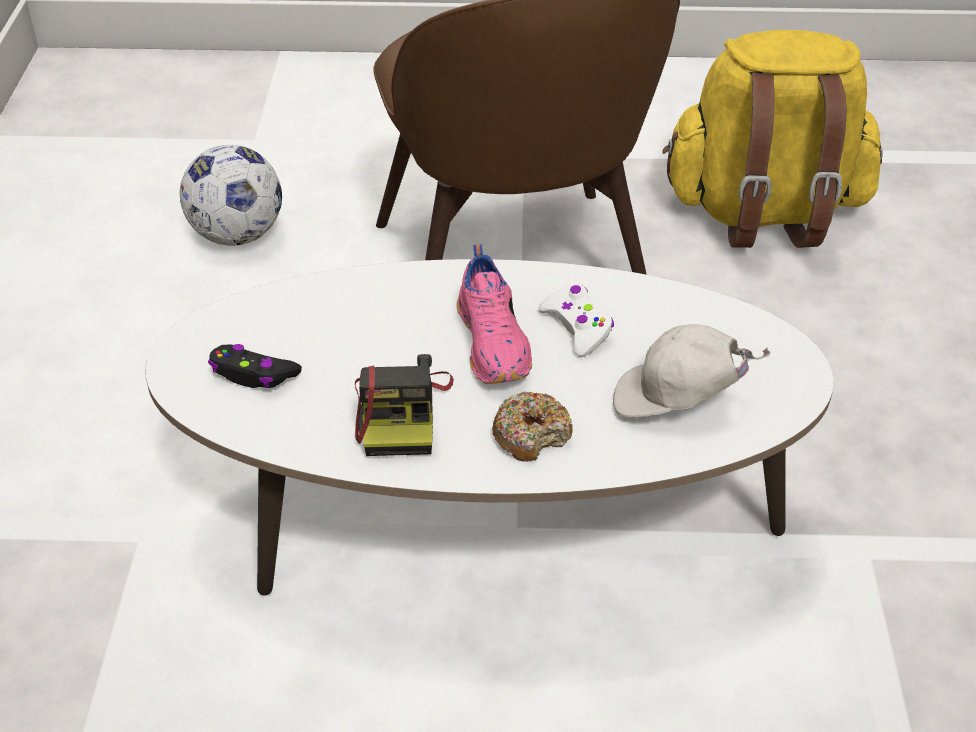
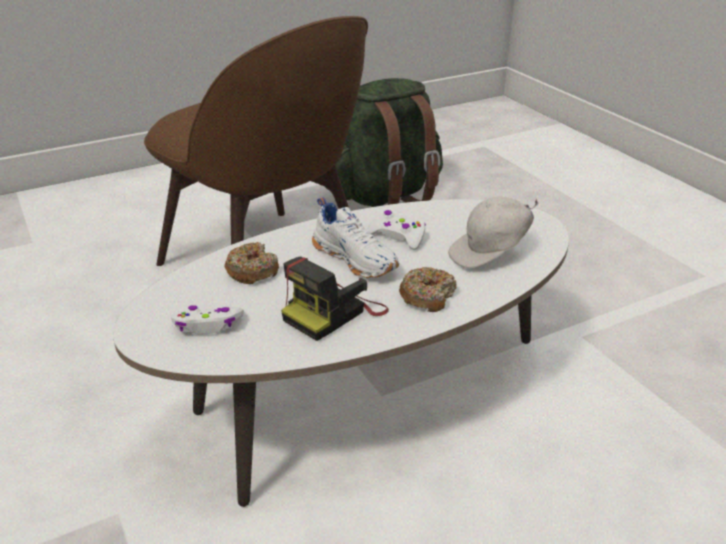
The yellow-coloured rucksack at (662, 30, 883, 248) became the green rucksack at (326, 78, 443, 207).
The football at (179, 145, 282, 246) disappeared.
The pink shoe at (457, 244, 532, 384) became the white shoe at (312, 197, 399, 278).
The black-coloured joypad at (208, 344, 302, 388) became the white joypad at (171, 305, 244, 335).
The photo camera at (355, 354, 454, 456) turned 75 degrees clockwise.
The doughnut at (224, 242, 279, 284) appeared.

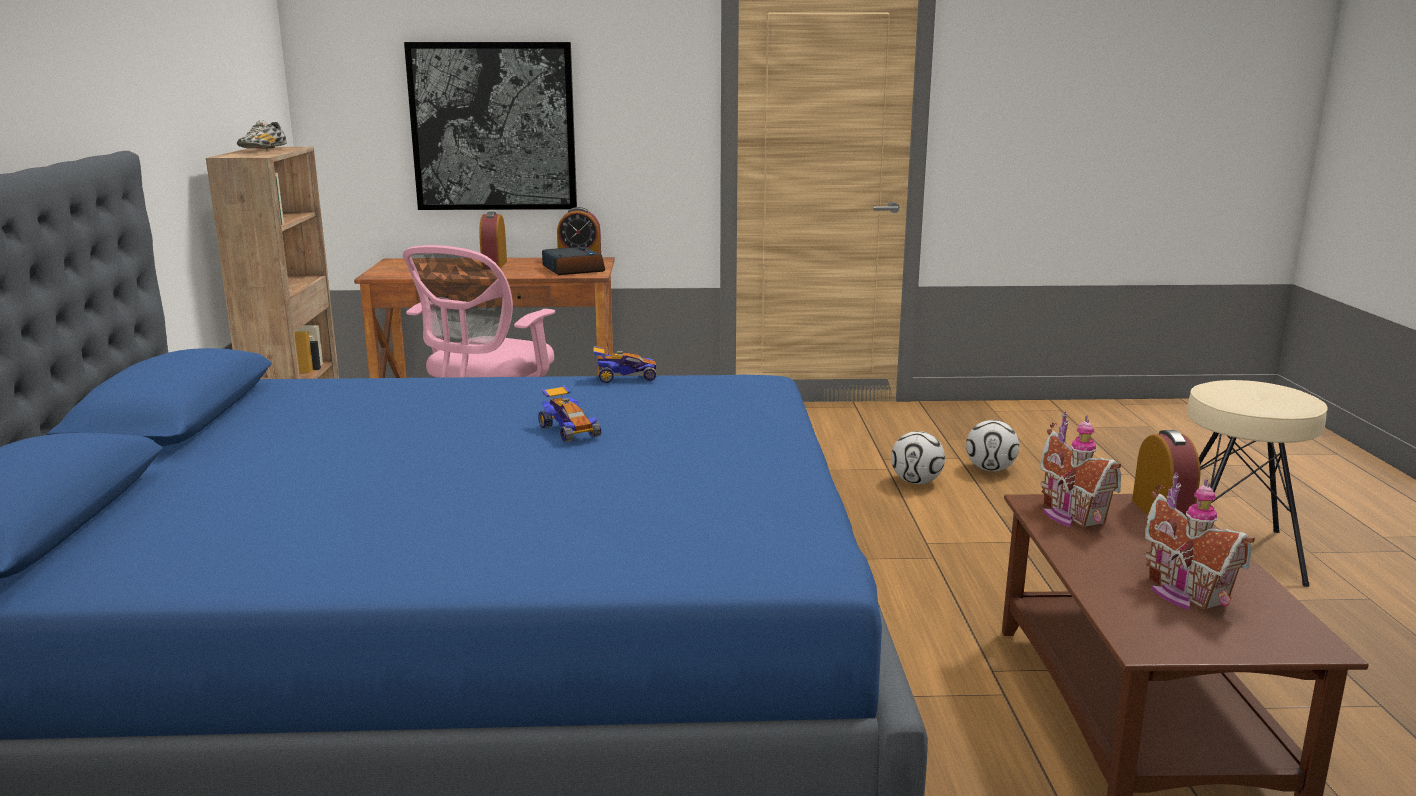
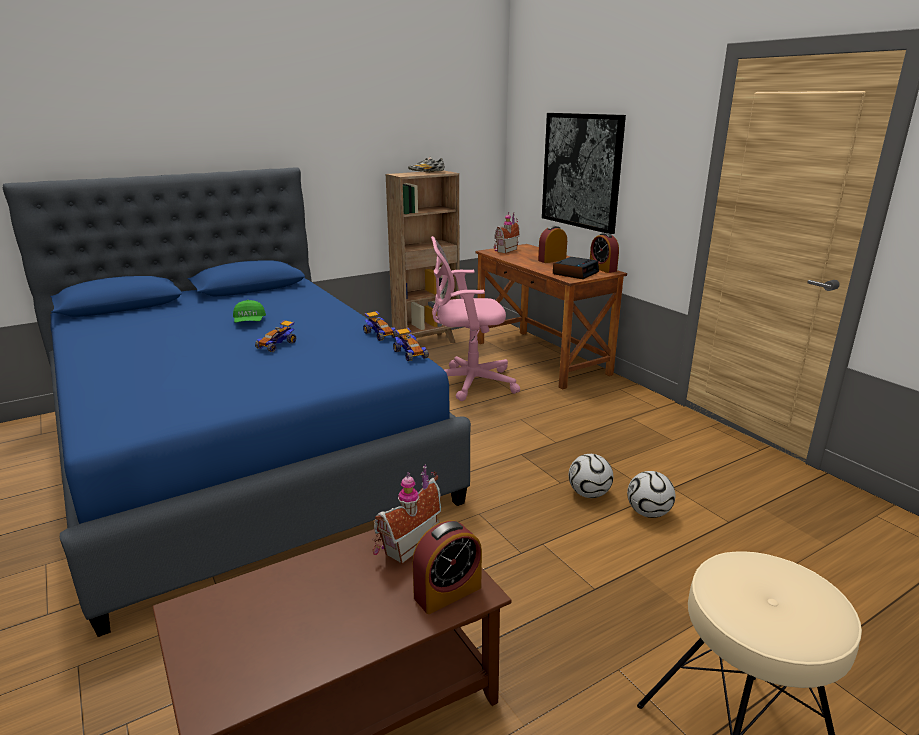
The football moved from (966, 420, 1019, 471) to (569, 454, 613, 498).
The miniature house moved from (1145, 472, 1255, 610) to (494, 212, 520, 254).
The green peaked cap at (233, 300, 266, 323) appeared.
The model car at (393, 328, 429, 361) appeared.

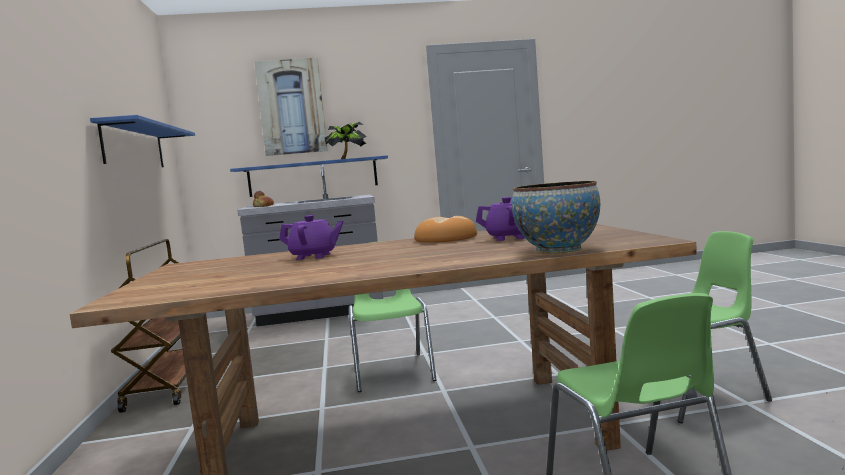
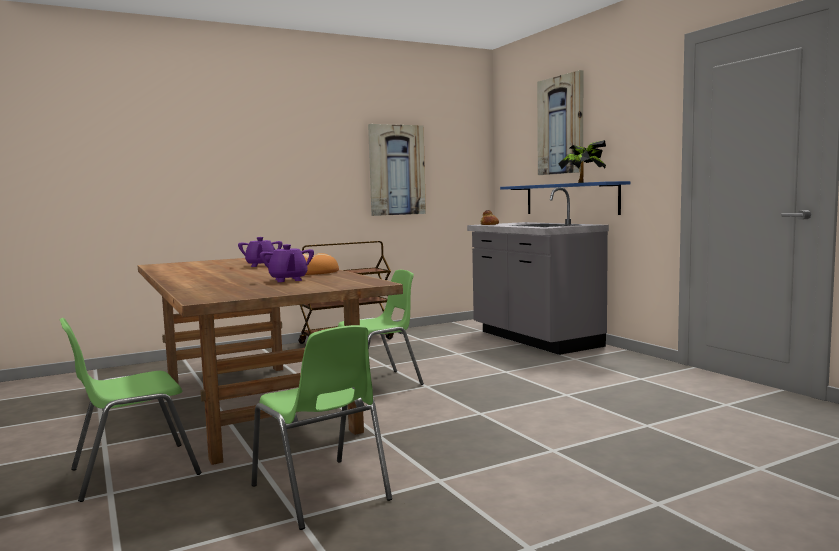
The bluish wall shelf at (90, 115, 195, 167) was replaced by the wall picture at (368, 124, 426, 216).
The deep dish at (512, 181, 600, 254) disappeared.

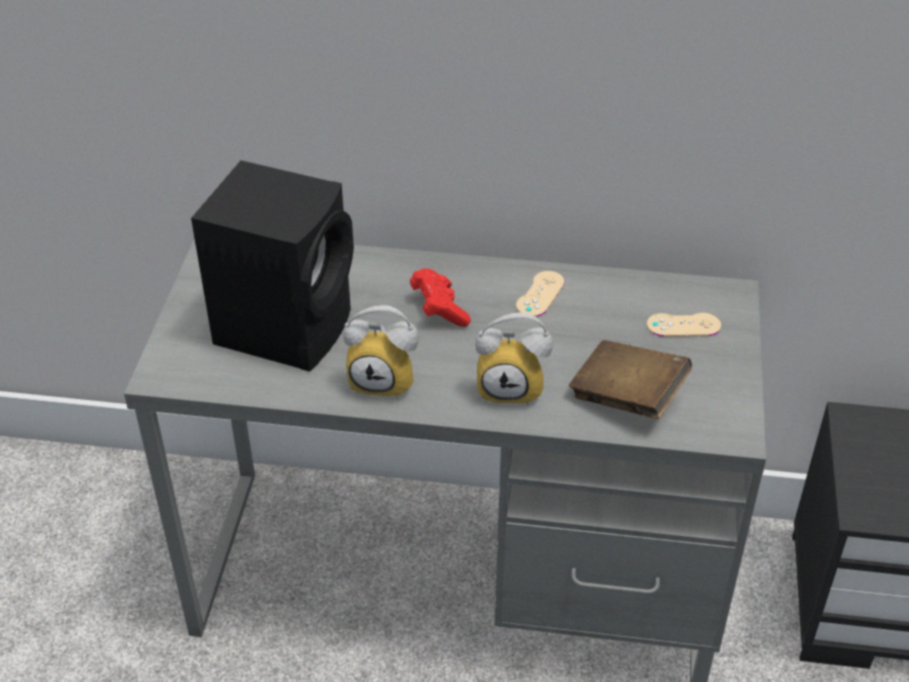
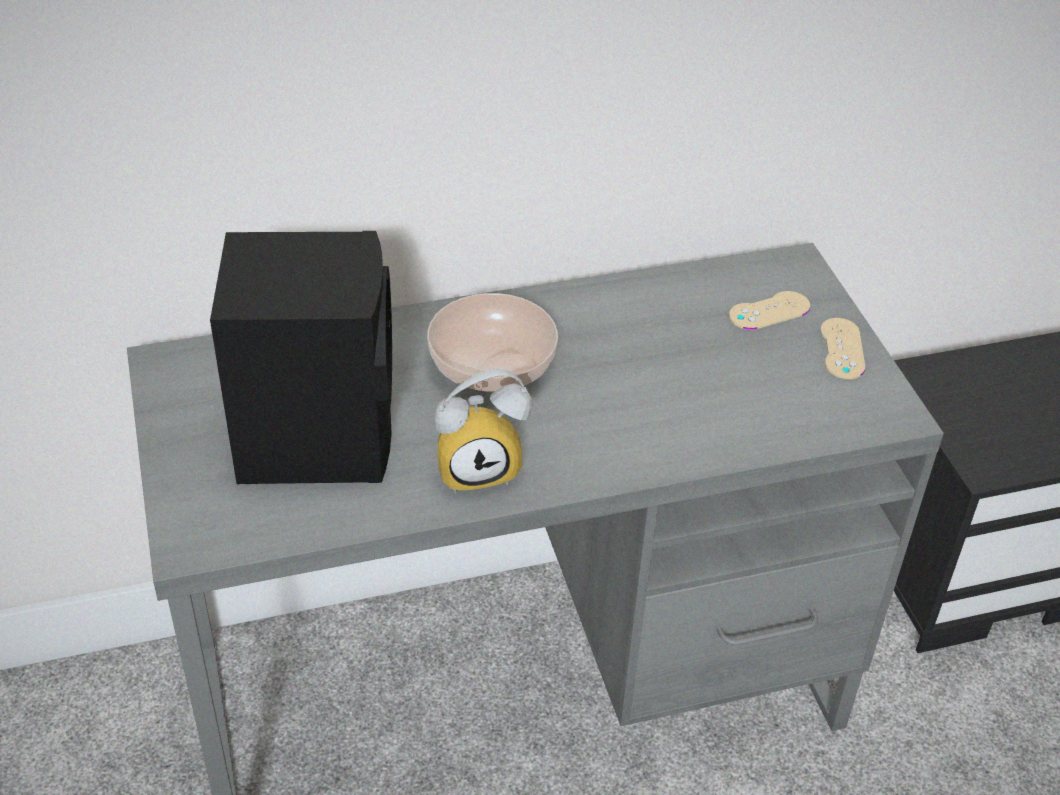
The red joypad at (410, 269, 471, 327) was replaced by the deep dish at (427, 293, 558, 392).
The beige-coloured joypad moved from (516, 271, 565, 317) to (820, 318, 865, 379).
The bedside clock at (475, 313, 553, 406) disappeared.
The brown-coloured volume at (569, 340, 692, 419) disappeared.

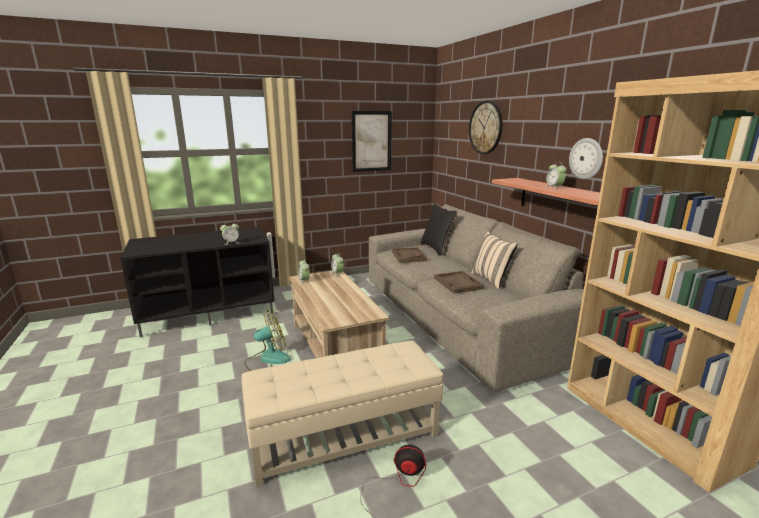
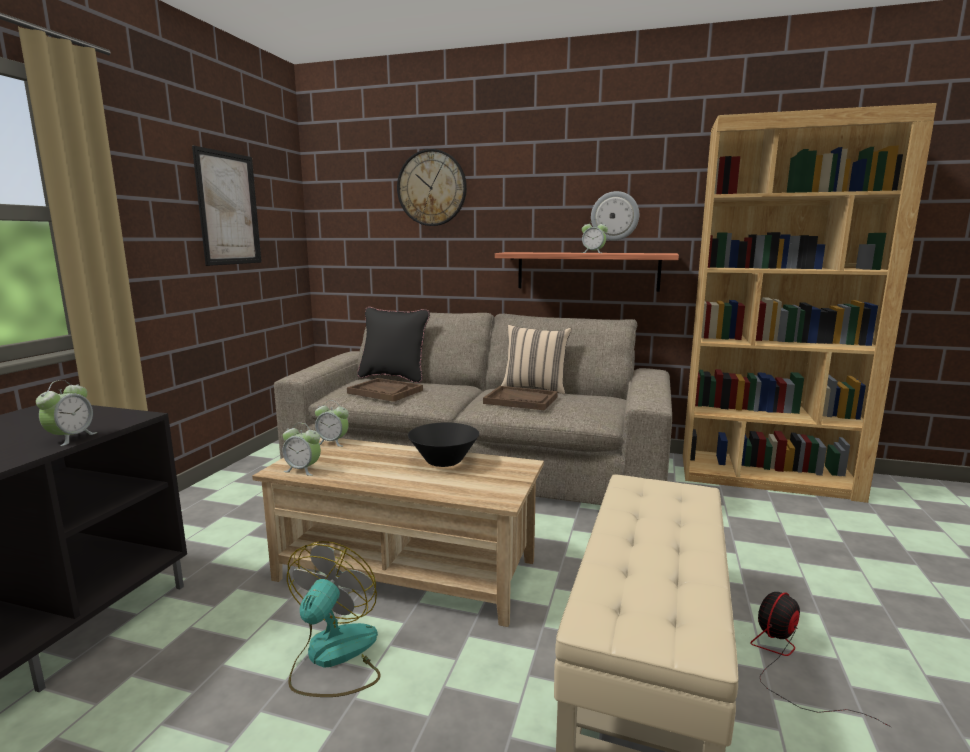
The black-coloured deep dish at (408, 422, 479, 467) appeared.

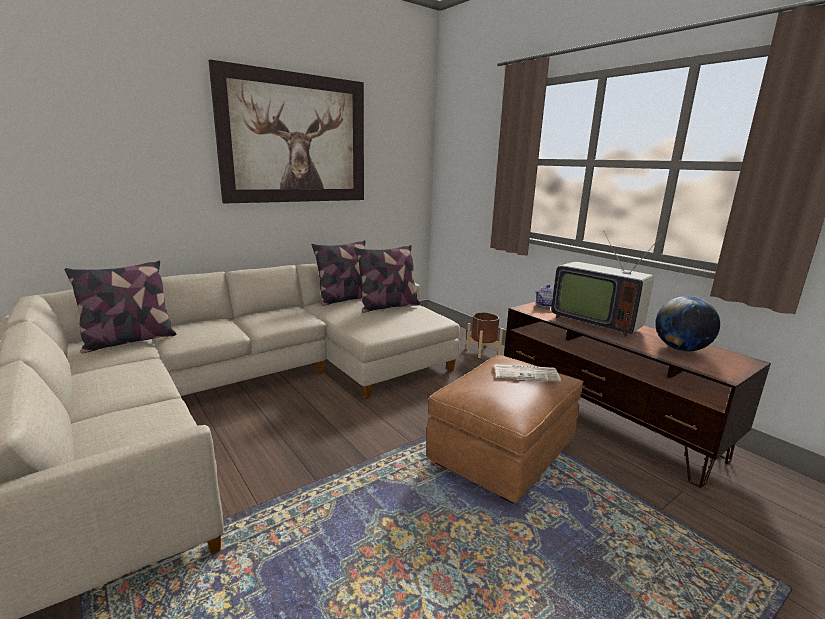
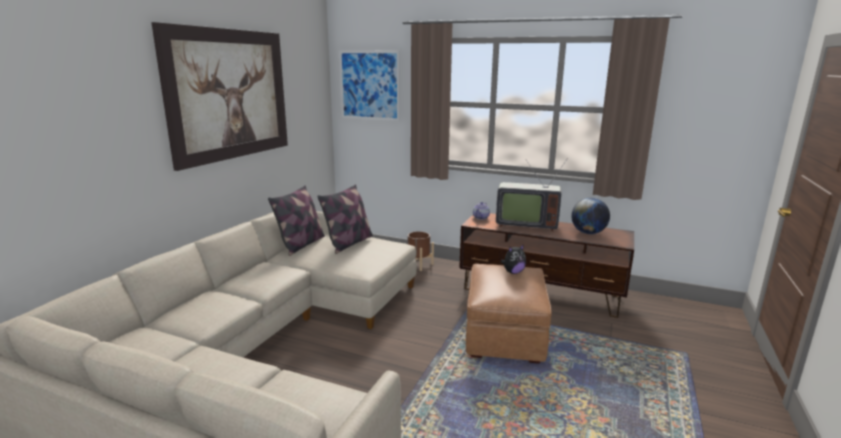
The pillow at (65, 260, 176, 353) disappeared.
The newspaper at (494, 364, 561, 382) was replaced by the plush toy at (501, 244, 526, 274).
The wall picture at (339, 50, 400, 121) appeared.

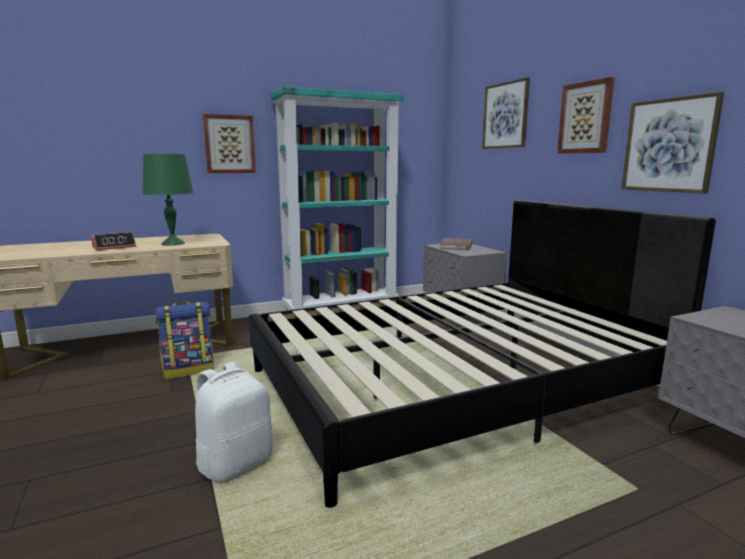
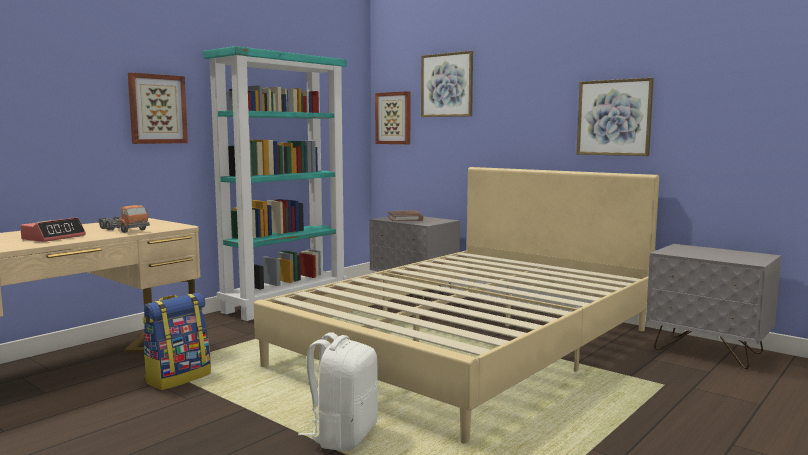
The wall picture moved from (557, 77, 614, 154) to (375, 91, 410, 144).
The green tabletop lamp at (142, 154, 193, 246) was replaced by the model truck at (98, 205, 150, 233).
The black-coloured sleeping bed at (249, 200, 716, 508) became the beige-coloured sleeping bed at (254, 167, 659, 444).

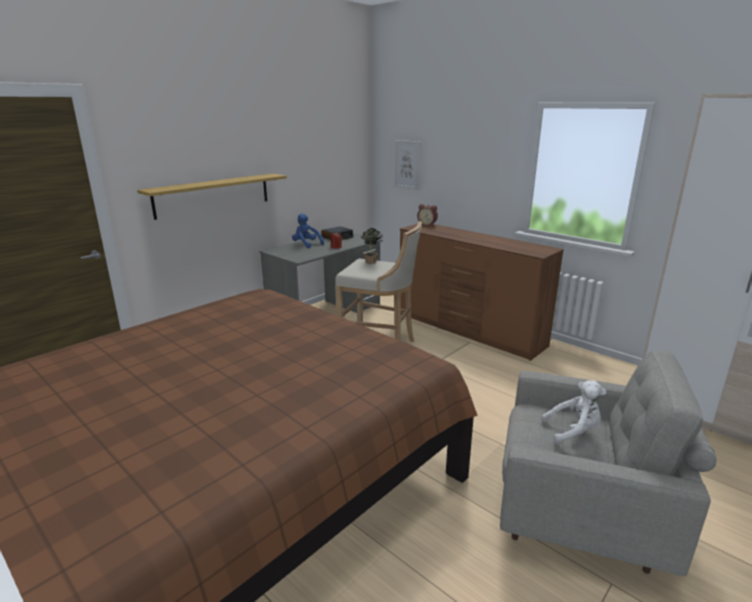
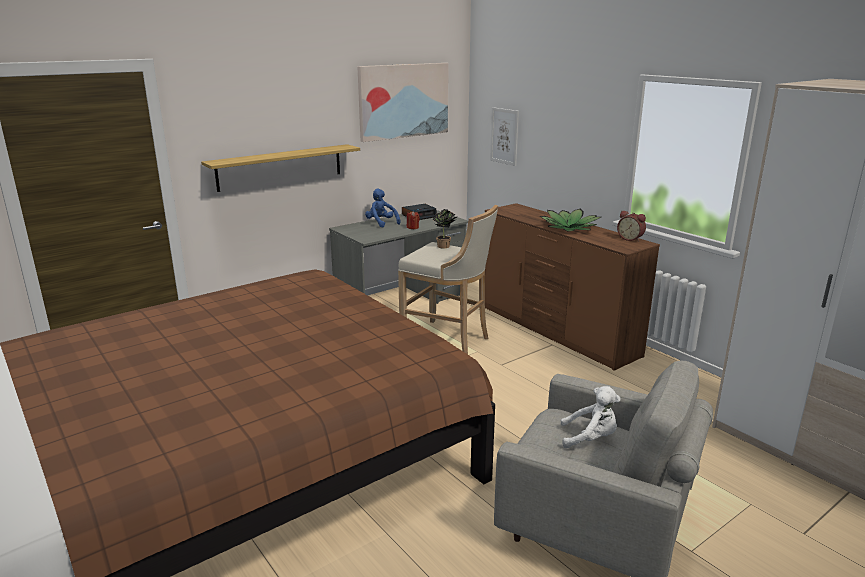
The bedside clock moved from (417, 204, 438, 226) to (617, 211, 646, 242).
The wall picture at (357, 63, 449, 142) appeared.
The houseplant at (540, 209, 601, 231) appeared.

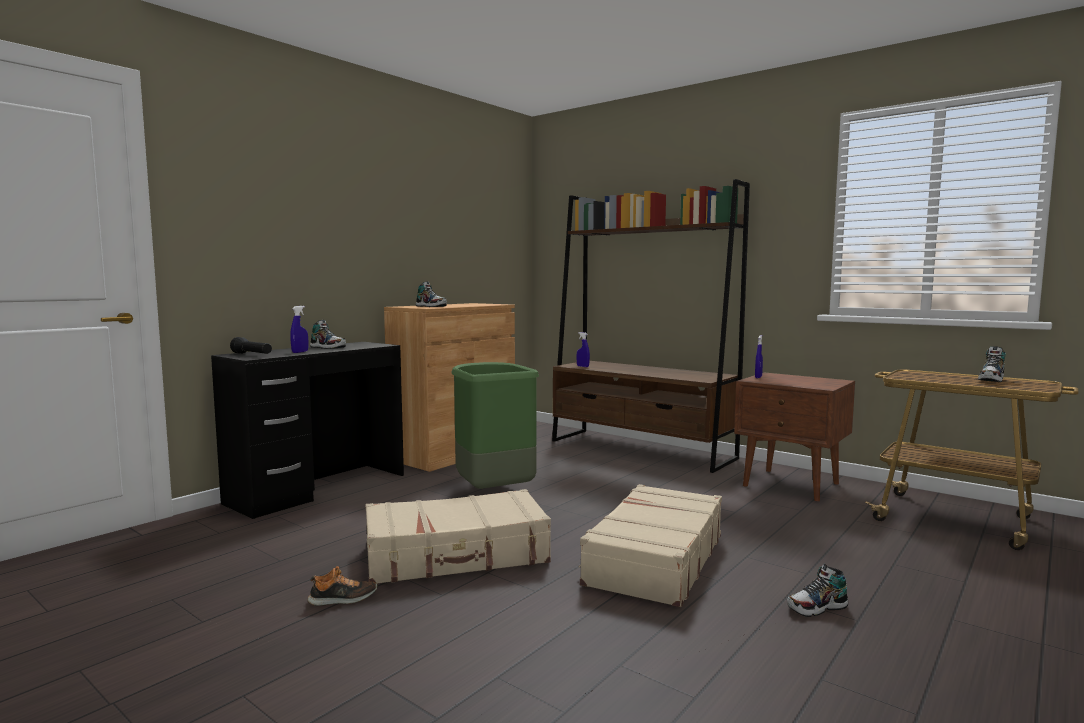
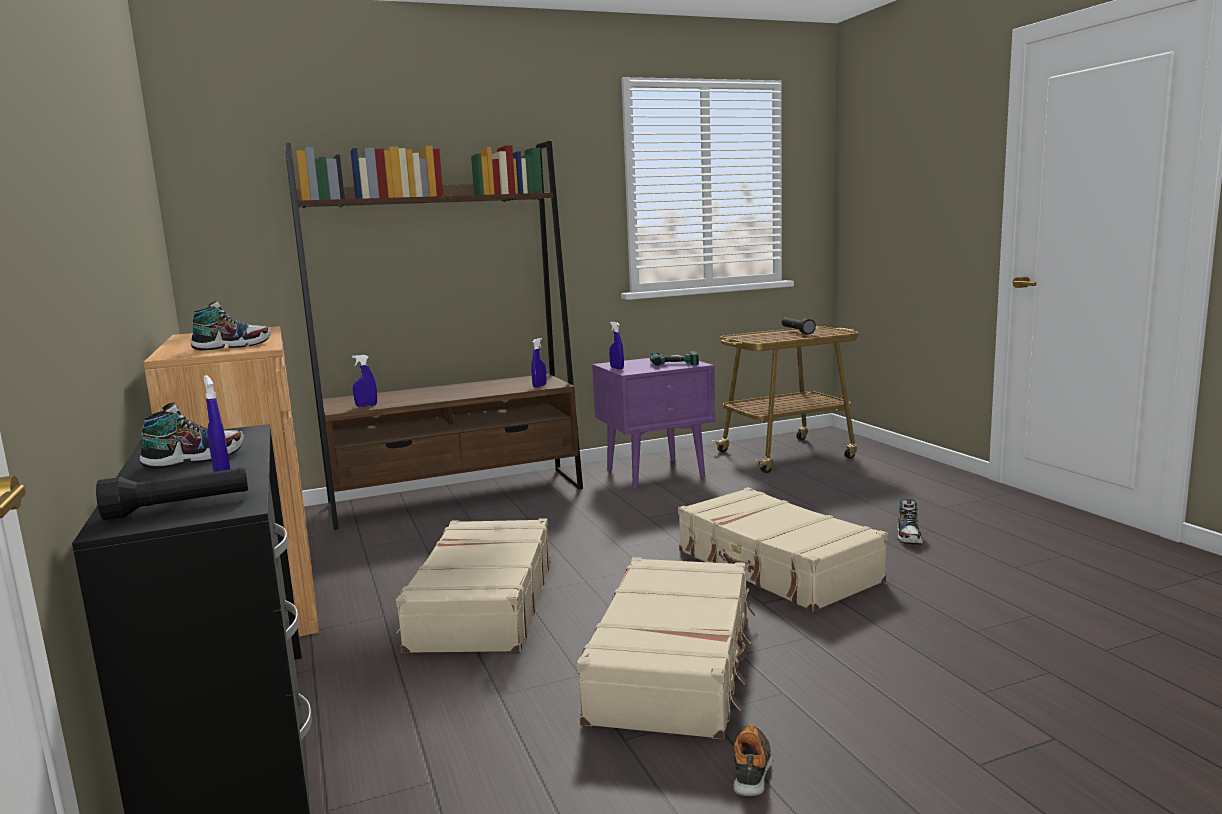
The shoe at (978, 346, 1006, 382) was replaced by the black-coloured flashlight at (781, 317, 816, 335).
The green rubbish bin at (451, 362, 539, 489) was replaced by the beige-coloured travel case at (396, 518, 550, 653).
The brown-coloured nightstand at (734, 372, 855, 501) became the purple nightstand at (592, 355, 715, 489).
The bluish sprayer at (531, 338, 547, 388) appeared.
The drill at (650, 351, 699, 366) appeared.

